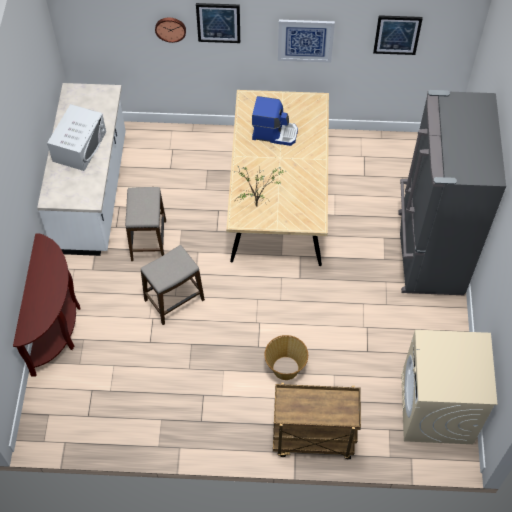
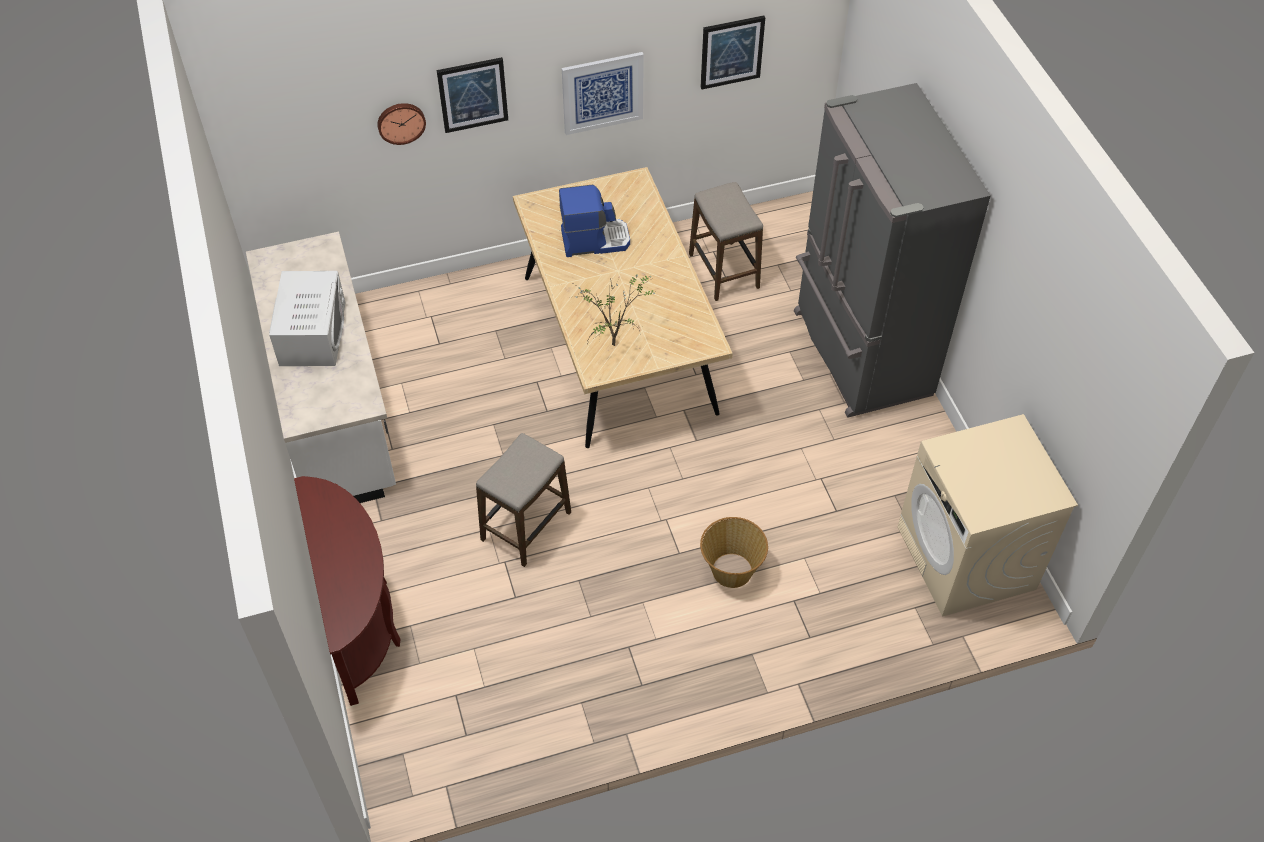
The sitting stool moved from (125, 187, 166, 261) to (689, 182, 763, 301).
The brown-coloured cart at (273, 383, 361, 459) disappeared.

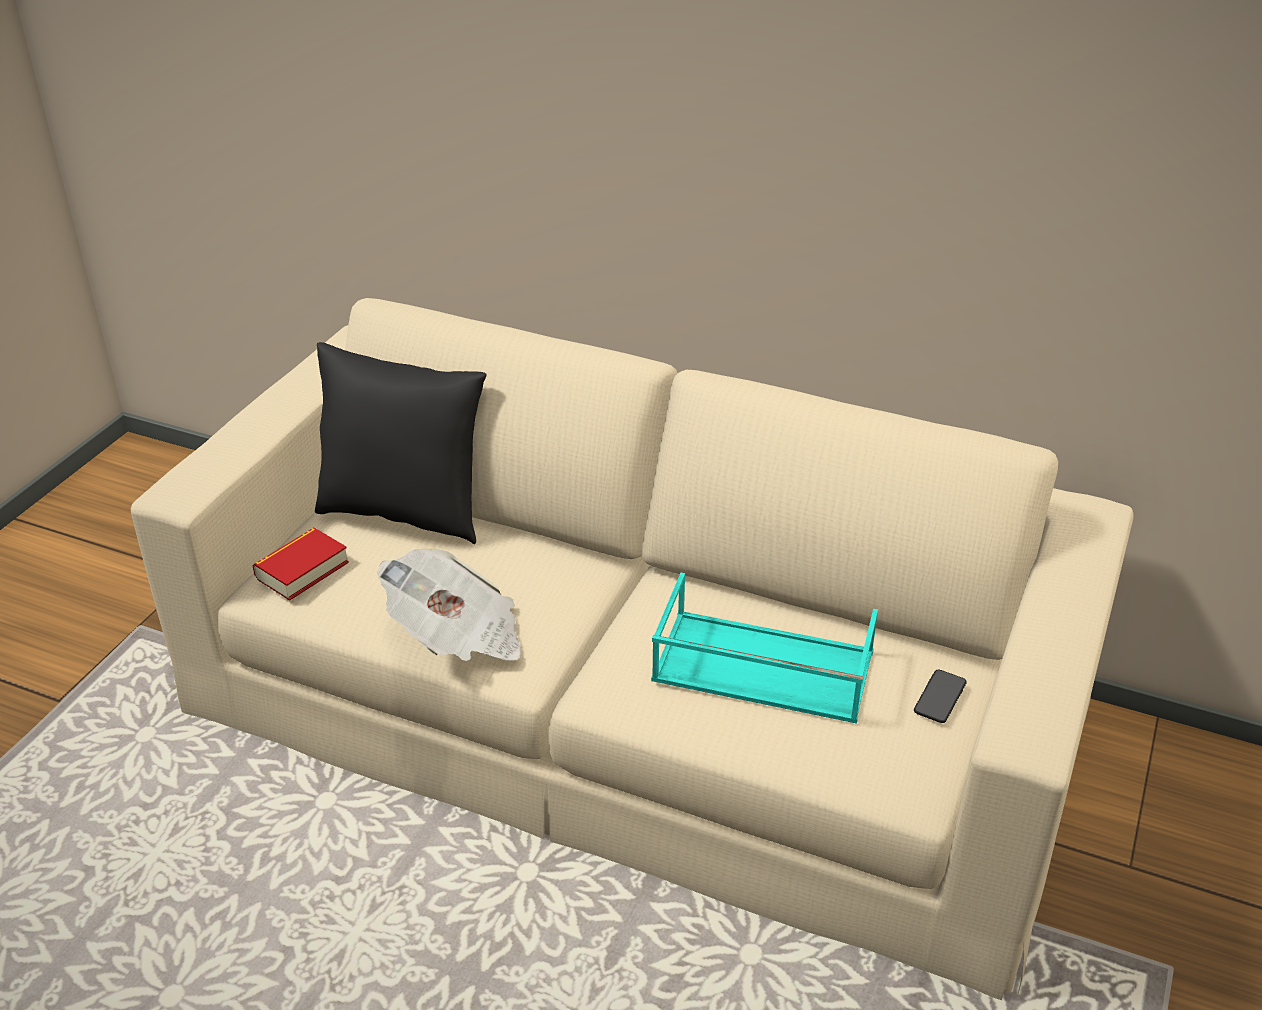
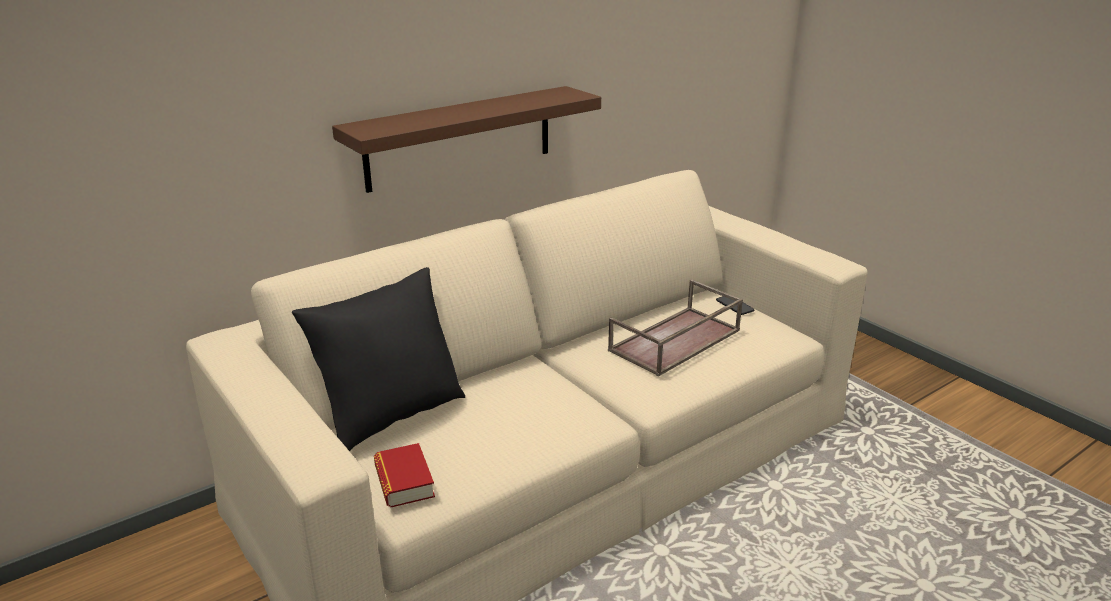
The newspaper at (377, 549, 521, 661) disappeared.
The turquoise-coloured carrying tray at (651, 572, 878, 724) became the brown-coloured carrying tray at (608, 279, 743, 377).
The brown-coloured wall shelf at (332, 86, 601, 193) appeared.

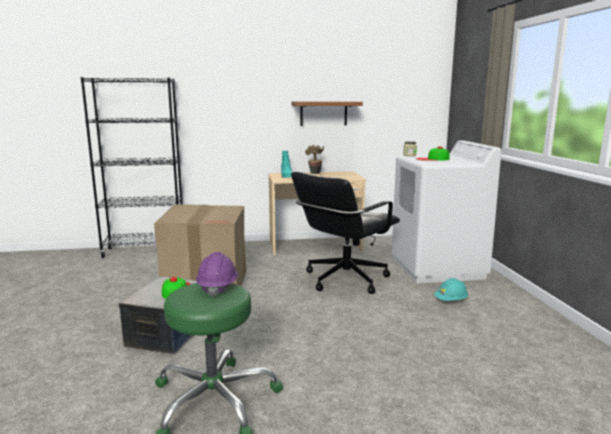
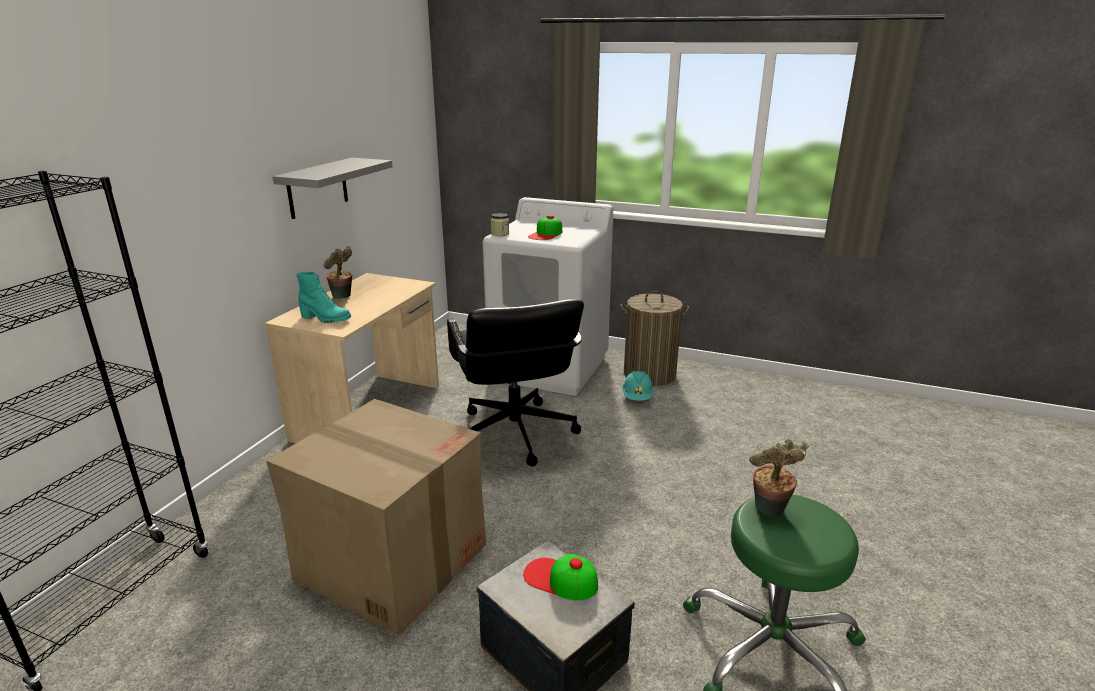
The brown-coloured wall shelf at (291, 101, 363, 126) became the grey wall shelf at (273, 158, 393, 219).
The purple safety helmet at (196, 252, 238, 297) was replaced by the houseplant at (749, 439, 809, 517).
The washing basket at (620, 291, 689, 386) appeared.

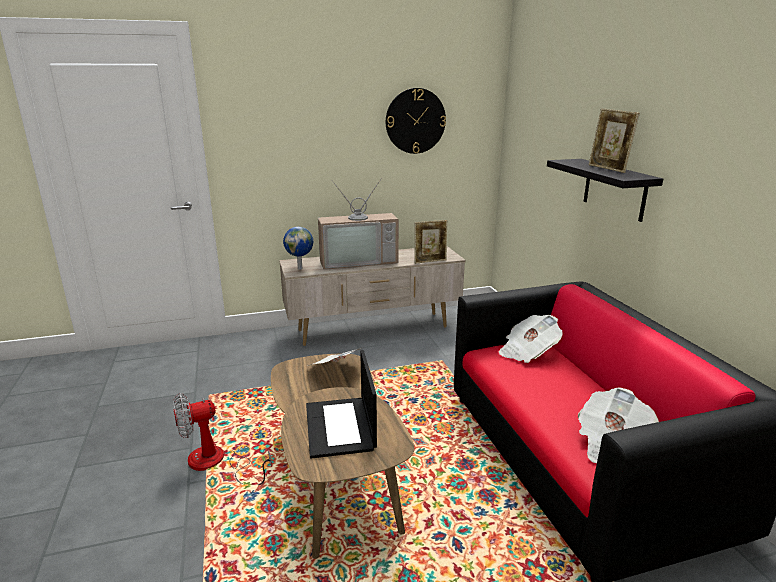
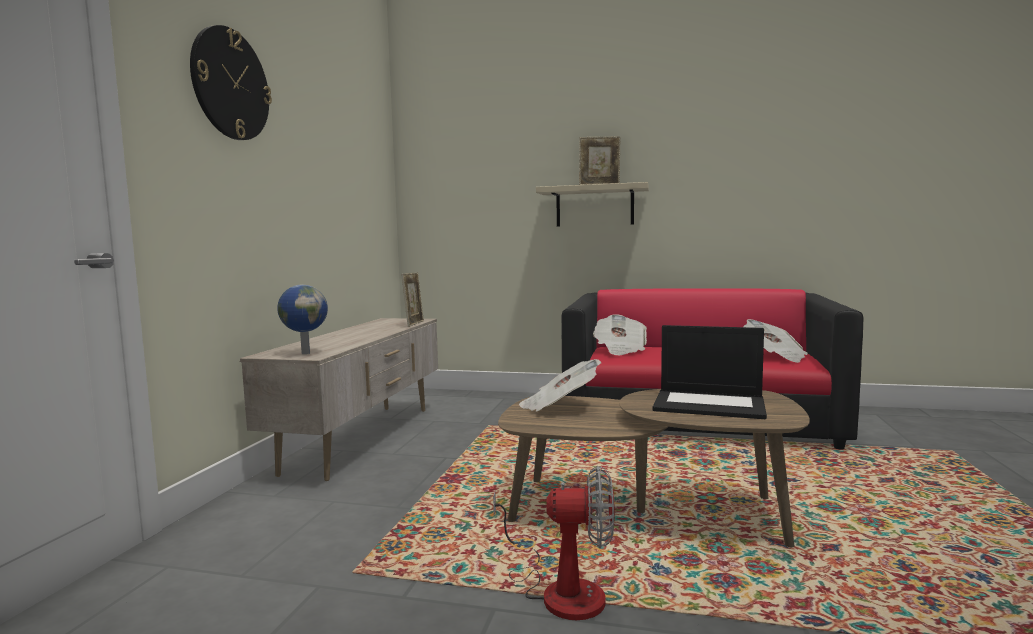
The clock on the wall moved from (386, 88, 446, 154) to (190, 25, 272, 140).
The black-coloured wall shelf at (547, 159, 663, 222) became the beige-coloured wall shelf at (536, 182, 649, 227).
The TV at (318, 178, 399, 270) disappeared.
The fan at (173, 393, 272, 485) turned 90 degrees counterclockwise.

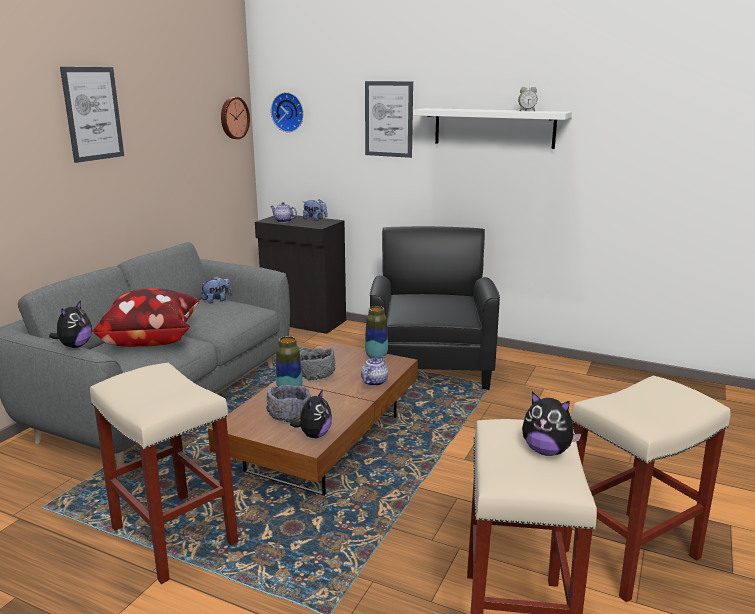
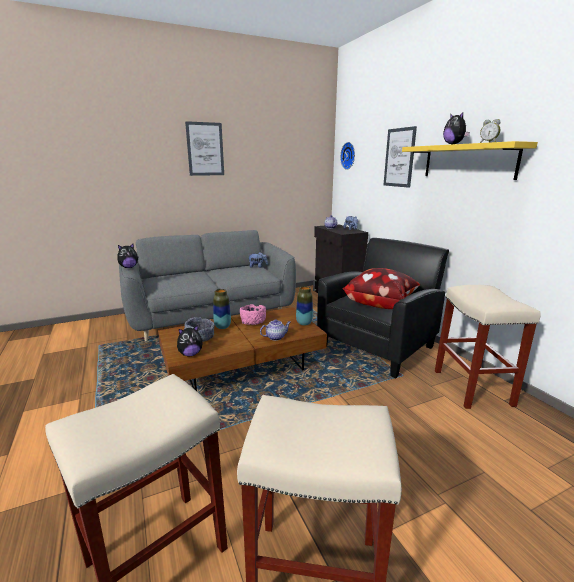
The clock on the wall at (221, 97, 250, 139) disappeared.
The white wall shelf at (413, 108, 572, 149) became the yellow-coloured wall shelf at (402, 141, 538, 180).
The pillow moved from (92, 288, 199, 347) to (342, 268, 420, 309).
The grey deep dish at (300, 348, 335, 381) became the pink deep dish at (240, 304, 266, 325).
The beige-coloured sitting stool moved from (90, 363, 238, 584) to (435, 285, 541, 409).
The plush toy moved from (522, 392, 581, 456) to (443, 112, 470, 144).

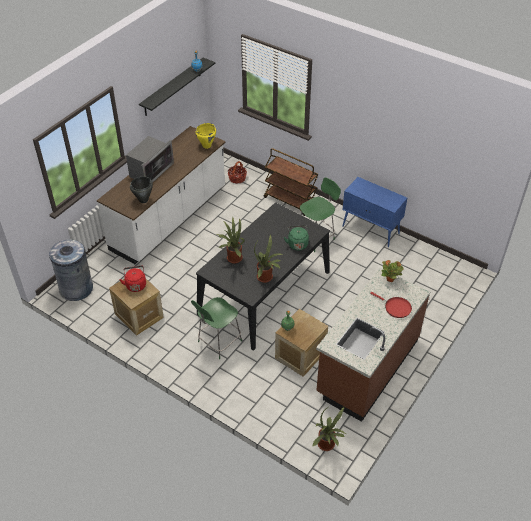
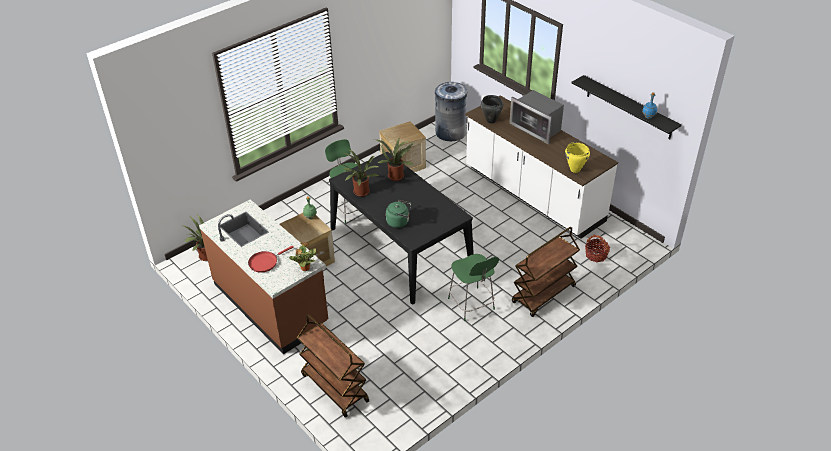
The bluish cupboard at (342, 177, 407, 247) disappeared.
The red water kettle at (120, 266, 146, 292) disappeared.
The brown-coloured cart at (297, 314, 369, 418) appeared.

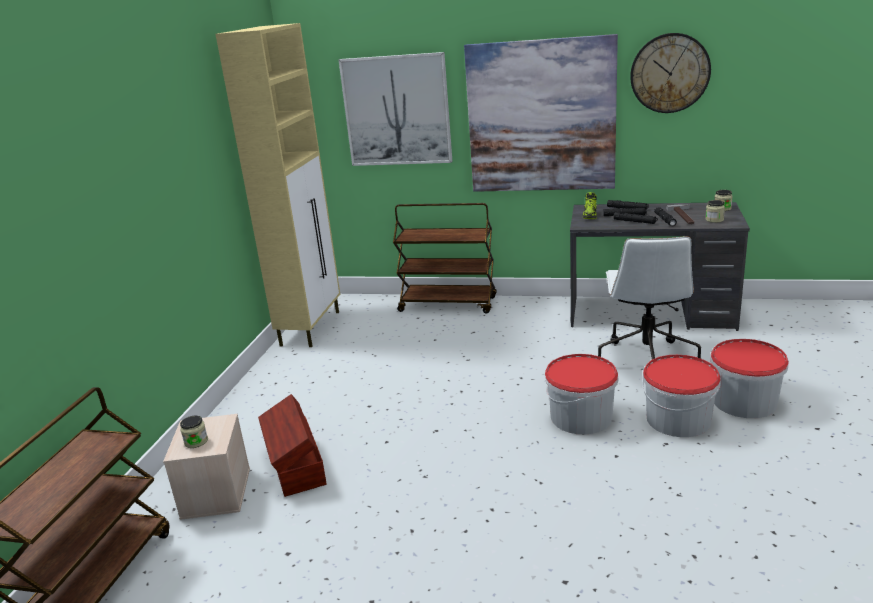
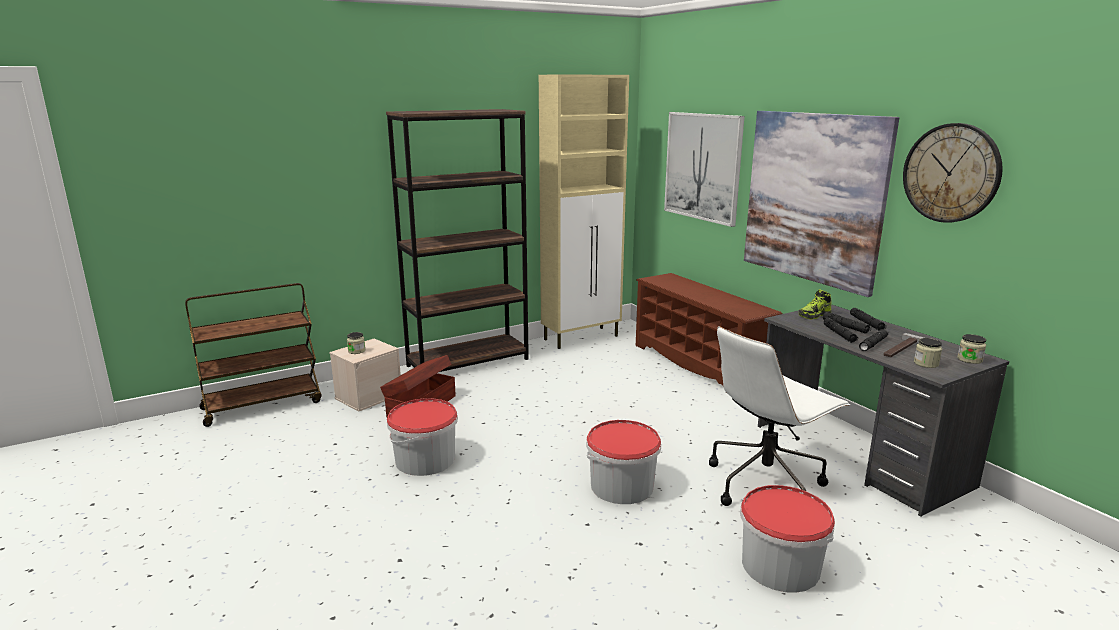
The brown-coloured cart at (393, 203, 496, 314) was replaced by the brown-coloured shoe stand at (636, 273, 782, 387).
The pail moved from (642, 355, 721, 437) to (387, 398, 458, 476).
The brown-coloured shelving unit at (386, 109, 529, 372) appeared.

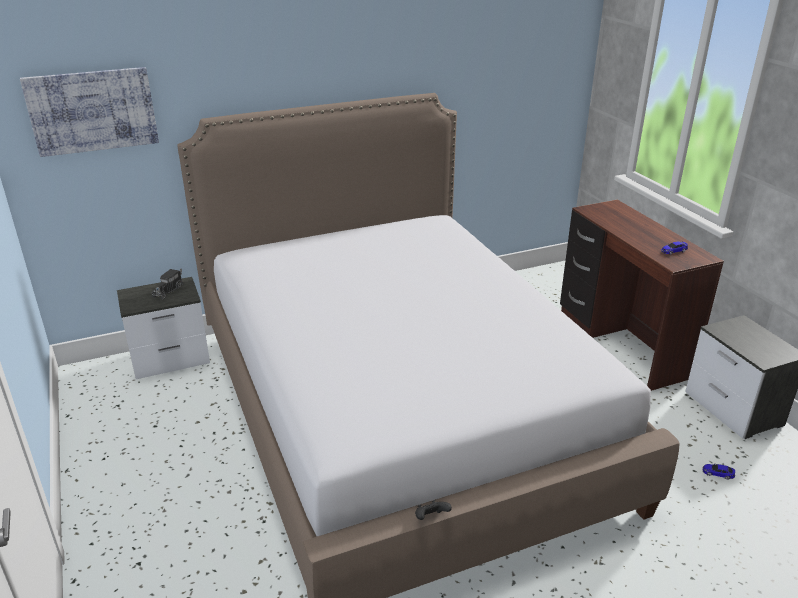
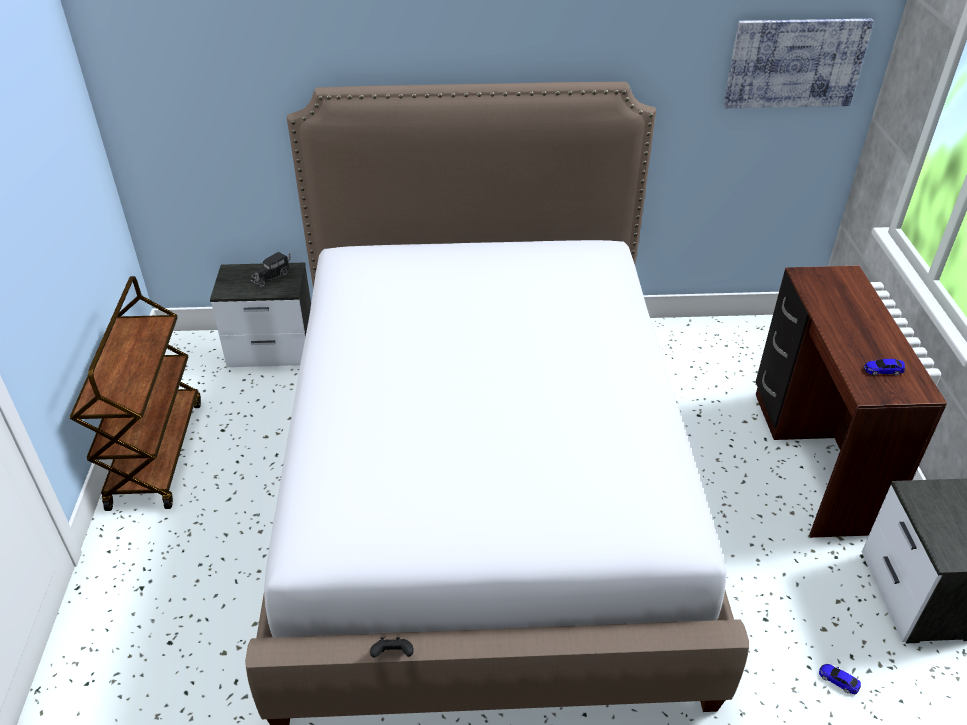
The wall picture moved from (20, 67, 159, 157) to (723, 19, 874, 108).
The brown-coloured cart at (70, 276, 201, 511) appeared.

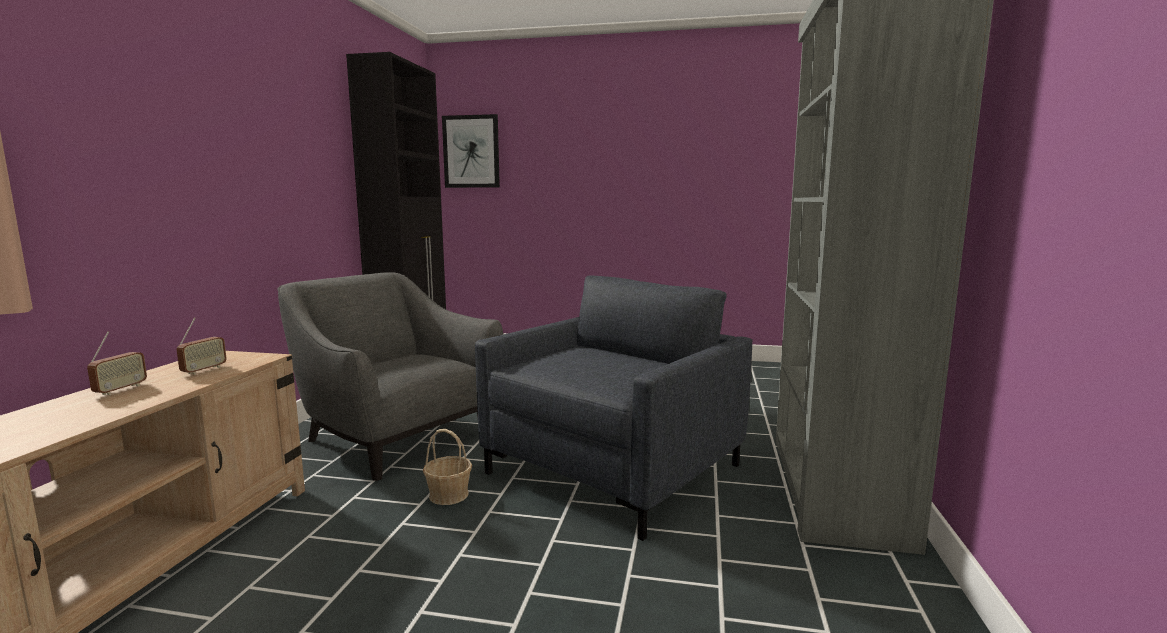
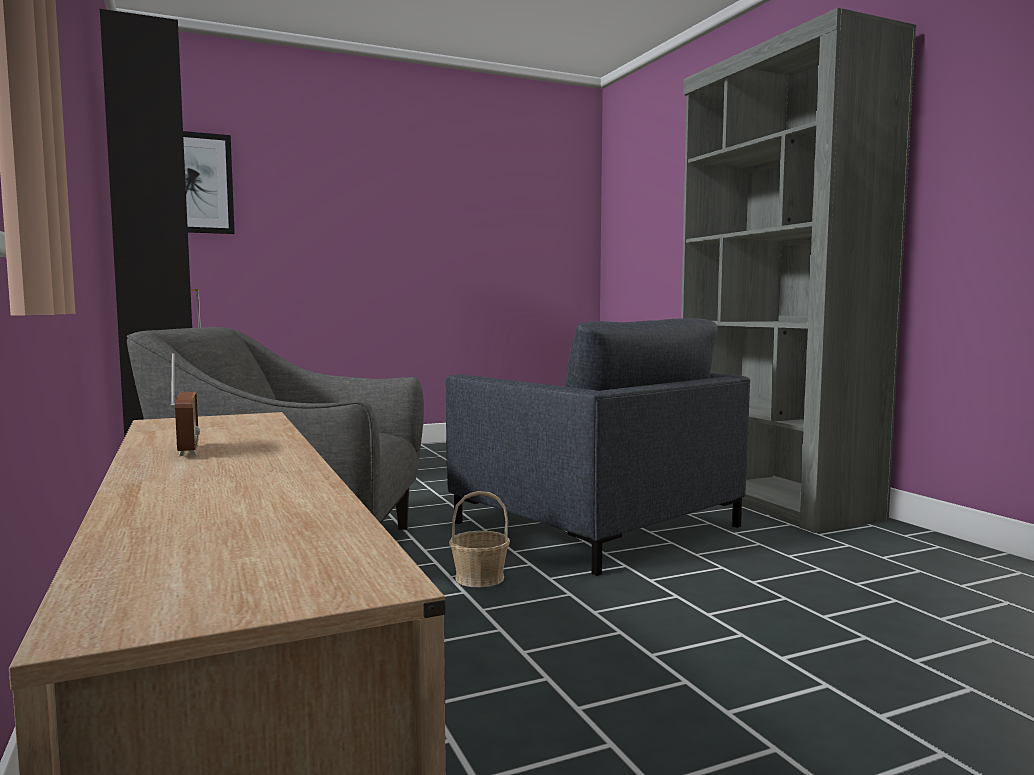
The grey easy chair at (475, 276, 753, 541) turned 135 degrees clockwise.
The radio set at (176, 317, 227, 375) disappeared.

